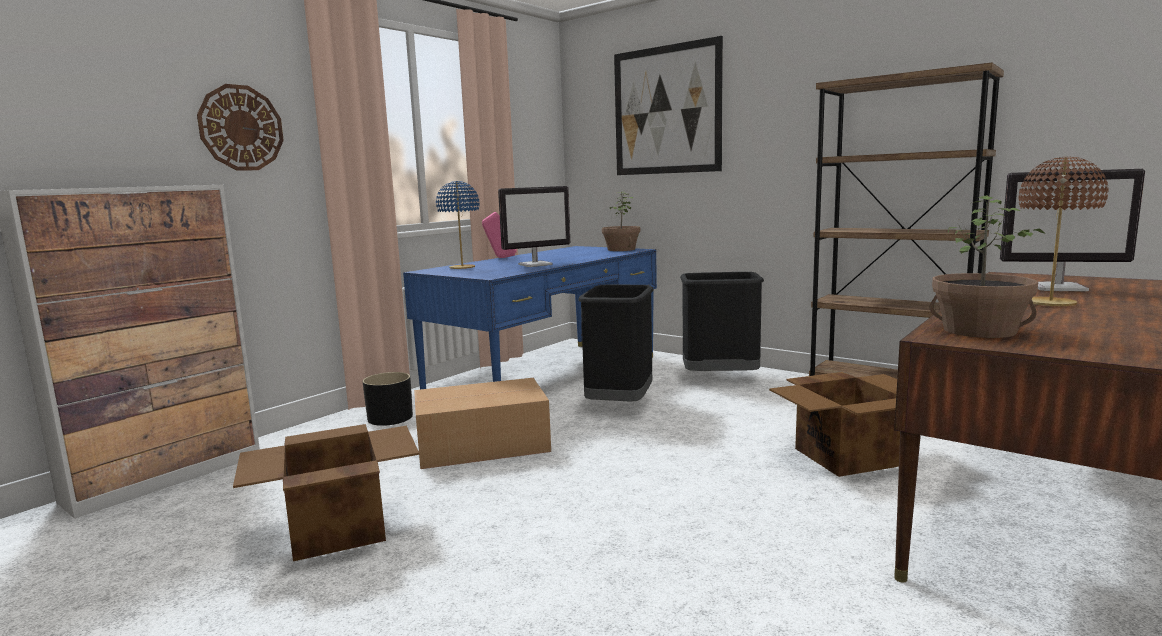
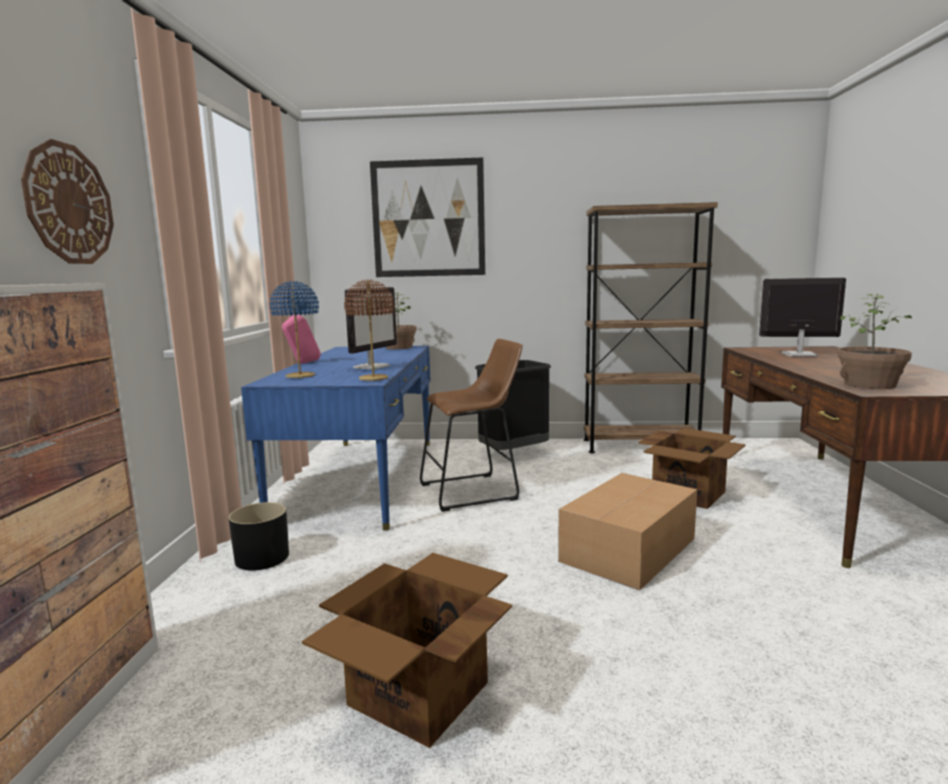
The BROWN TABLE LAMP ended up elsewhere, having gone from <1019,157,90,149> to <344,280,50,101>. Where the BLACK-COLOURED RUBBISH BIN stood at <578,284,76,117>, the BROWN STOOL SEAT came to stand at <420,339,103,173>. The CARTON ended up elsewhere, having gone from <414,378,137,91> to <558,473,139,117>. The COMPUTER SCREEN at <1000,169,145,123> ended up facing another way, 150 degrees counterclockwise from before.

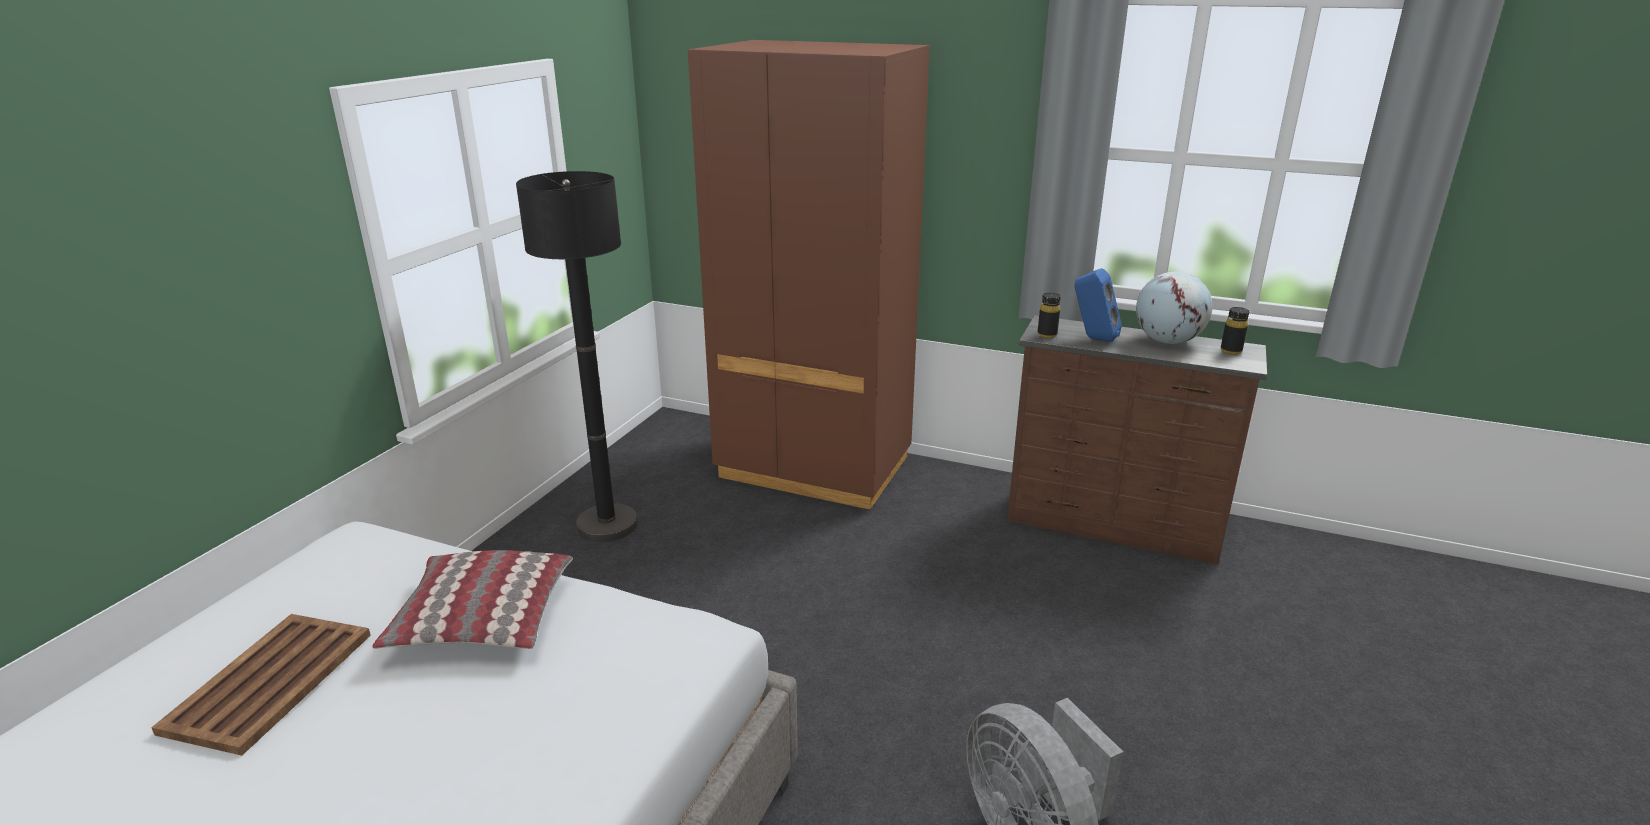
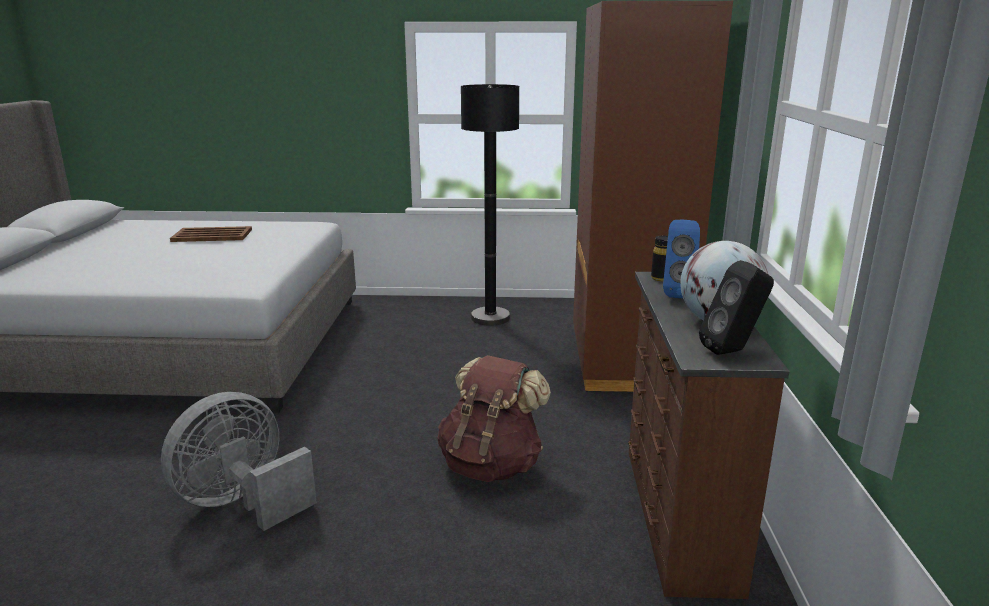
The second view gained the BROWN KNAPSACK at <437,355,114,127>. Where the BLACK-COLOURED BEVERAGE BOTTLE stood at <1221,307,28,48>, the BLACK-COLOURED LOUDSPEAKER came to stand at <699,260,75,95>. The second view lost the CUSHION at <372,550,201,99>.

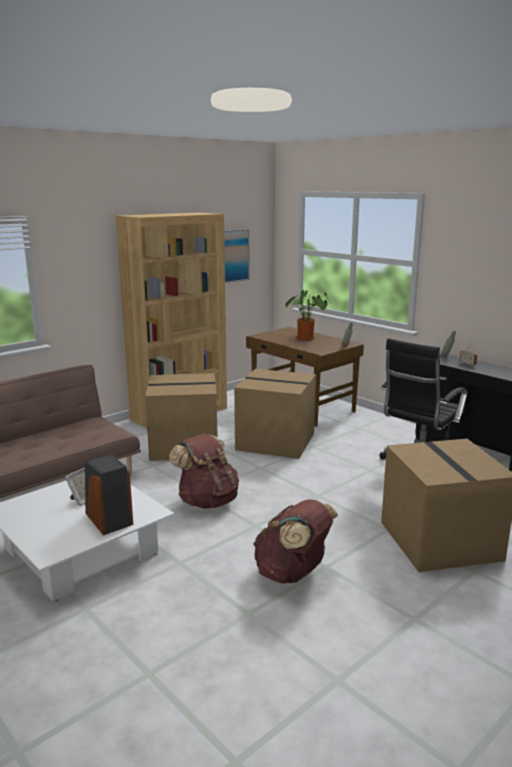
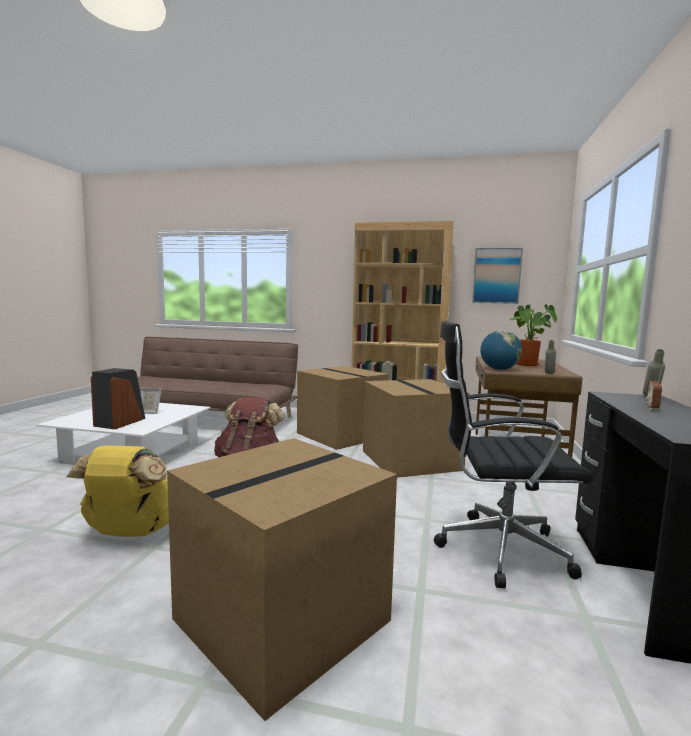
What was the BROWN KNAPSACK at <253,499,85,85> turned into the YELLOW KNAPSACK at <66,446,103,91>. The second view gained the GLOBE at <480,330,42,40>.

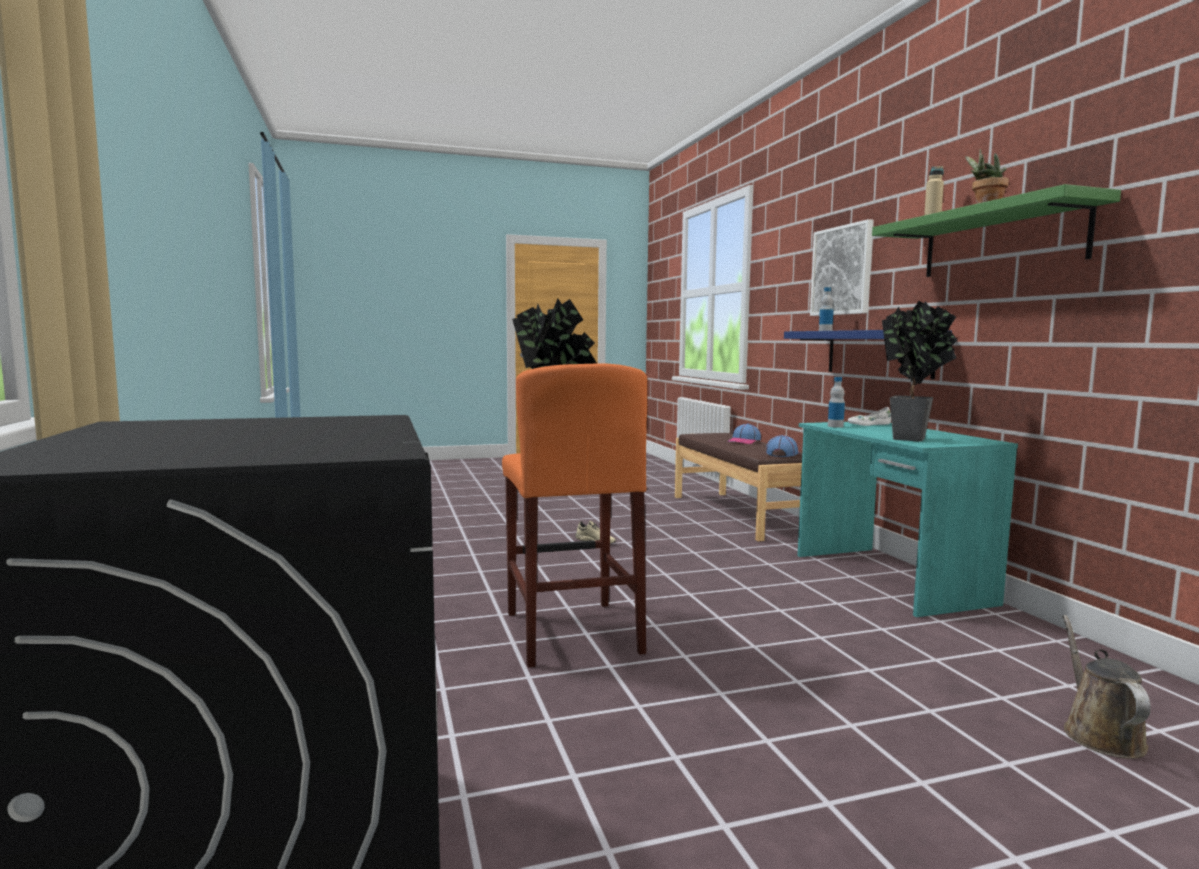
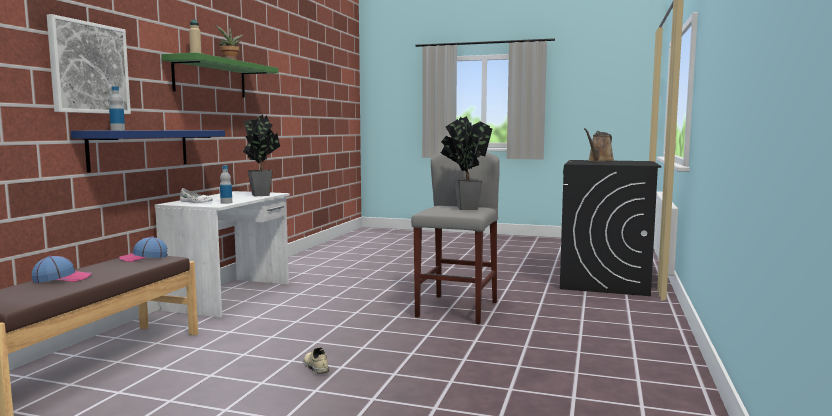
What was the BLUE-GREEN DESK UNIT at <797,422,221,195> turned into the WHITISH DESK UNIT at <155,191,135,126>. What was the ORANGE-COLOURED STOOL SEAT at <502,363,145,305> turned into the GRAY STOOL SEAT at <411,152,89,172>. The BROWN WATERING POT ended up elsewhere, having gone from <1062,615,89,144> to <584,128,30,34>.

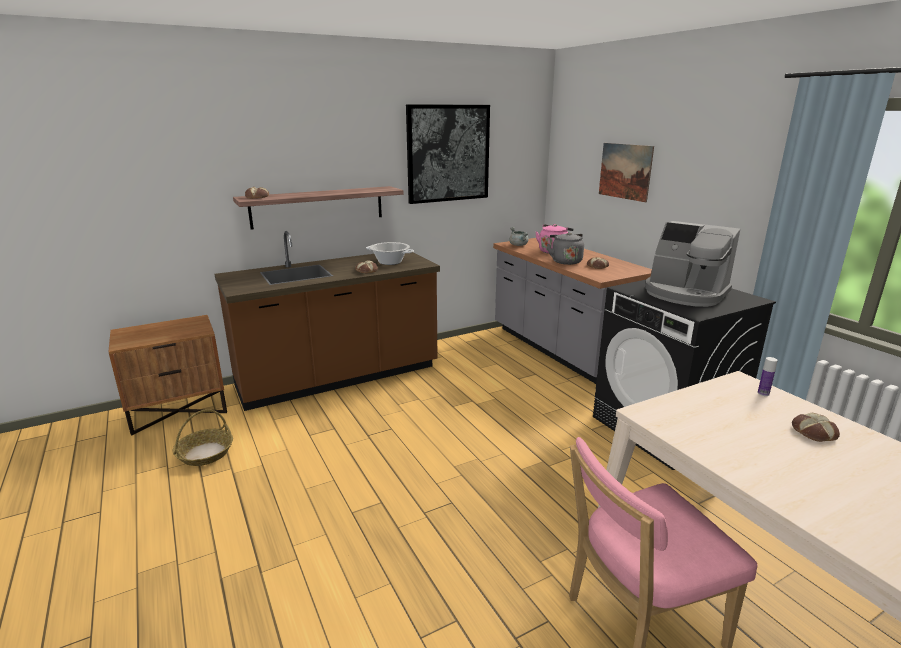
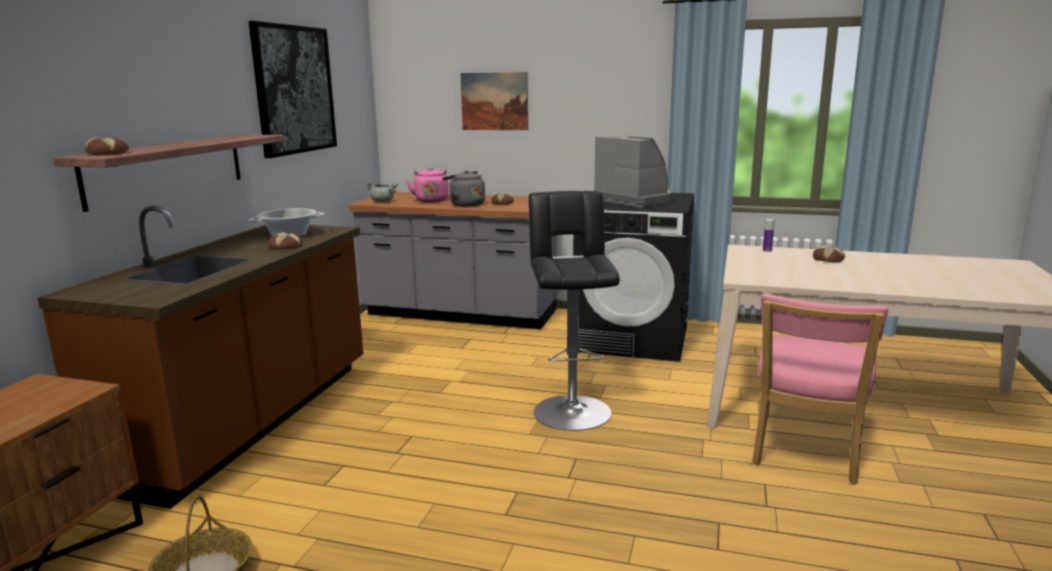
The second view gained the BLACK-COLOURED STOOL SEAT at <529,191,91,240>. The COFFEE MAKER at <645,221,95,86> ended up facing another way, 120 degrees counterclockwise from before.

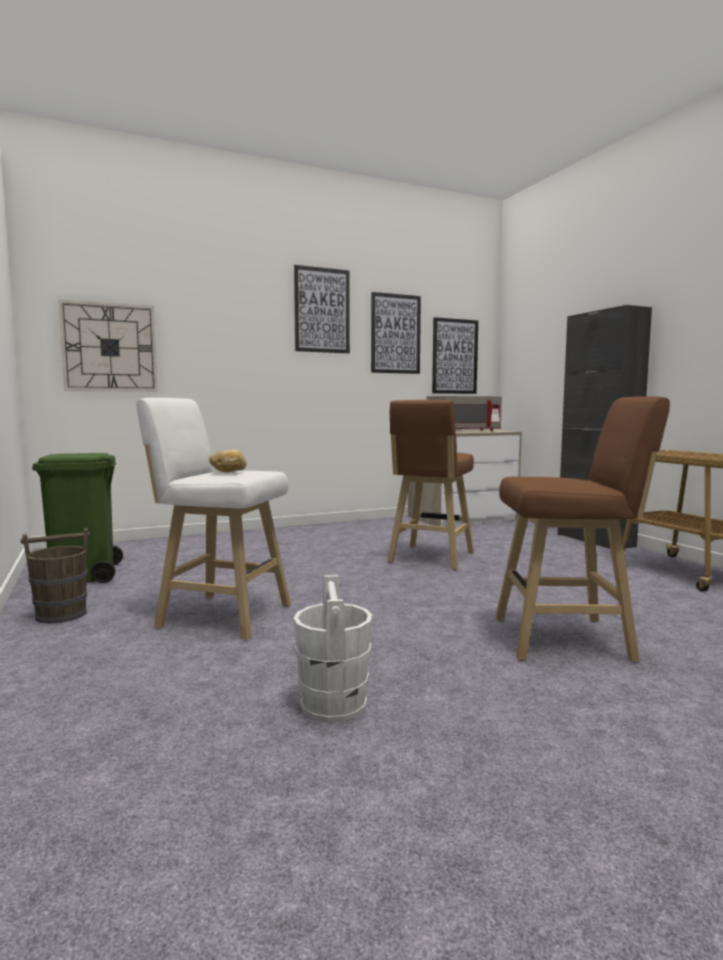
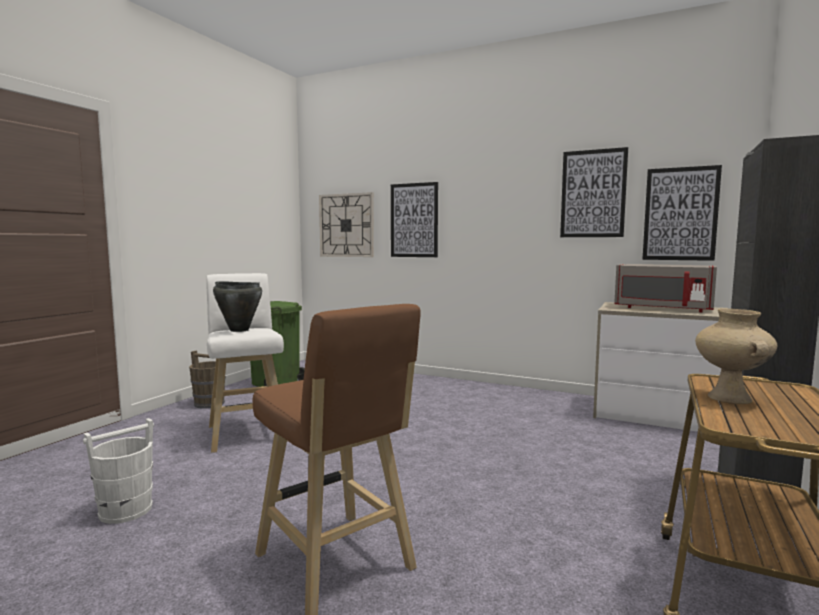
Where the BAKED BREAD stood at <209,449,38,23>, the BLACK-COLOURED SAUCEPOT came to stand at <213,281,49,51>. The WALL ART ended up elsewhere, having gone from <294,265,56,88> to <391,182,47,75>. The second view gained the BEIGE VASE at <695,308,82,96>. The second view lost the BROWN STOOL SEAT at <387,400,87,170>.

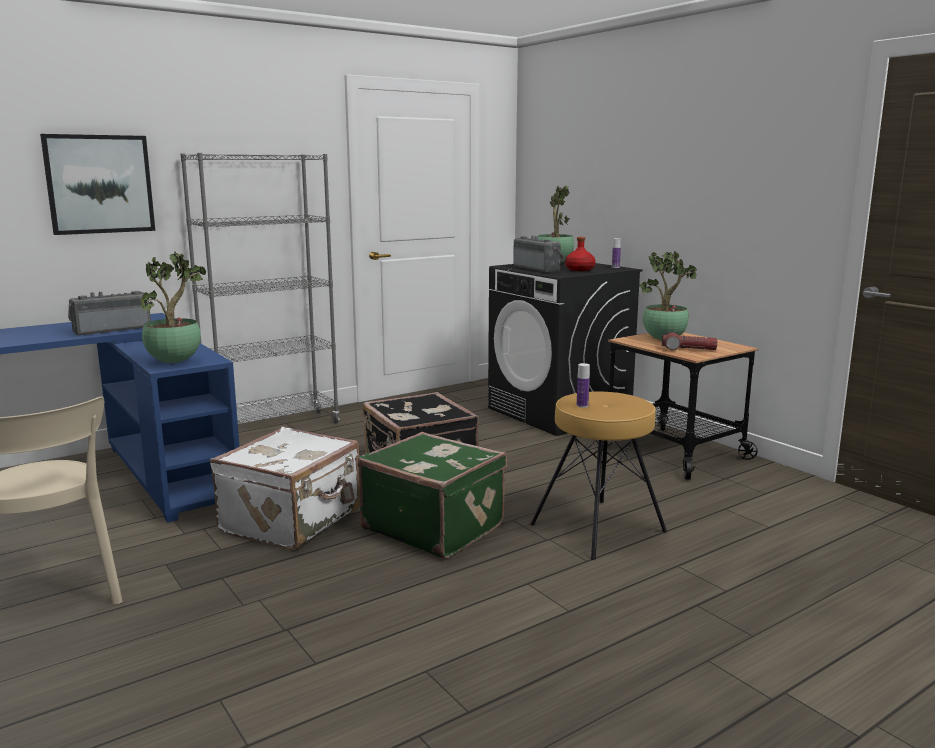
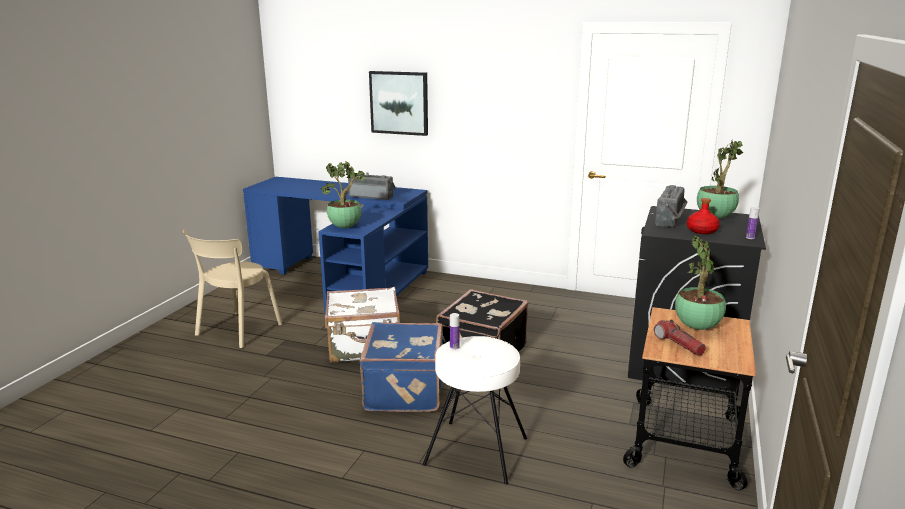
What was the GREEN-COLOURED PIECE OF LUGGAGE at <358,432,149,126> turned into the BLUE PIECE OF LUGGAGE at <359,322,87,90>. What was the BROWN STOOL SEAT at <530,391,137,169> turned into the WHITISH STOOL SEAT at <423,336,104,149>. The second view lost the GRAY BOOKCASE at <181,153,159,271>.

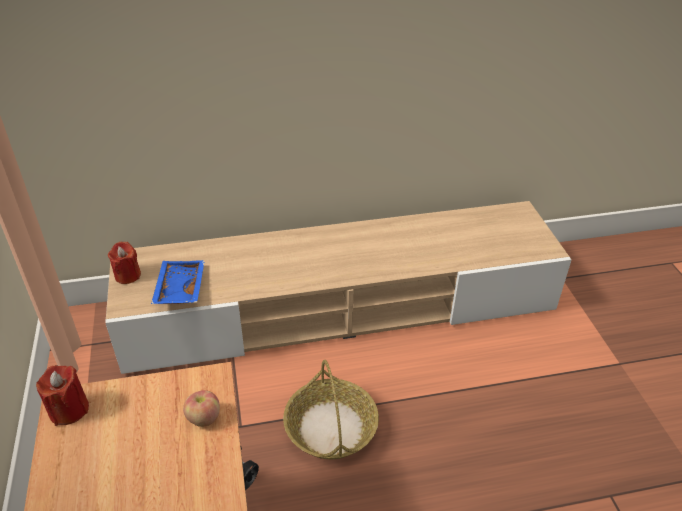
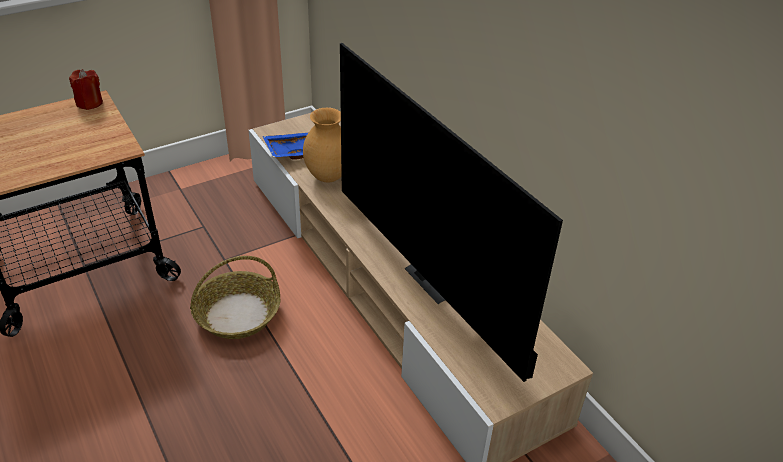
The second view gained the BROWN VASE at <303,108,39,74>. The second view gained the TV SET at <340,43,223,339>. The second view lost the RED-COLOURED WAX CANDLE at <108,242,33,42>. The second view lost the WHOLE APPLE at <183,390,37,37>.

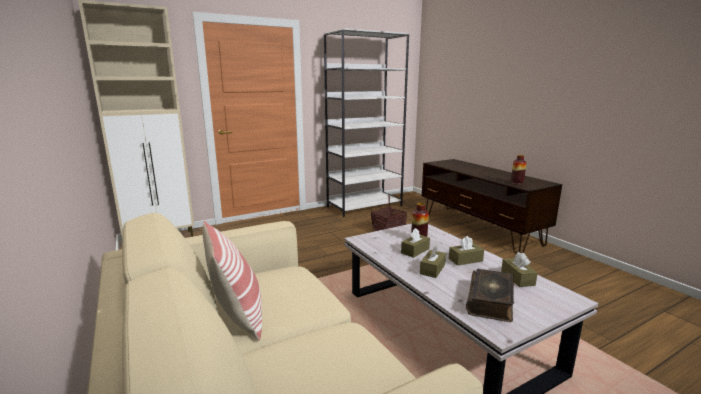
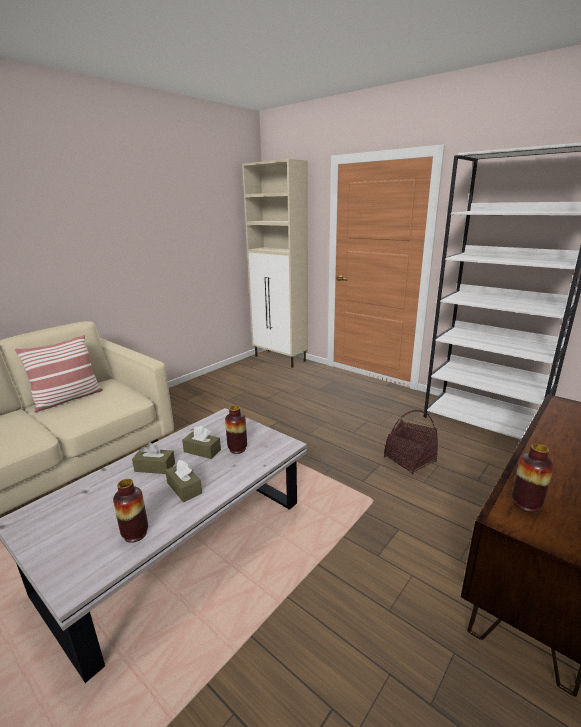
Where the BROWN TISSUE BOX stood at <501,252,37,35>, the VASE came to stand at <113,479,35,64>. The second view lost the BOOK at <466,269,48,53>.

